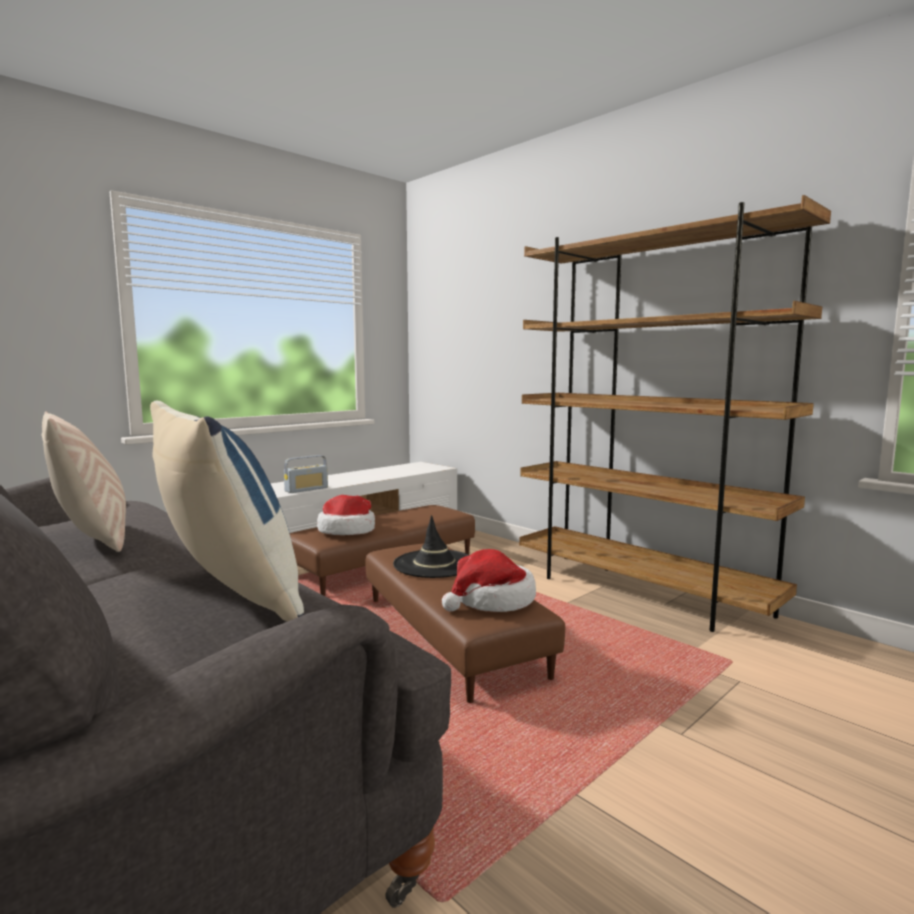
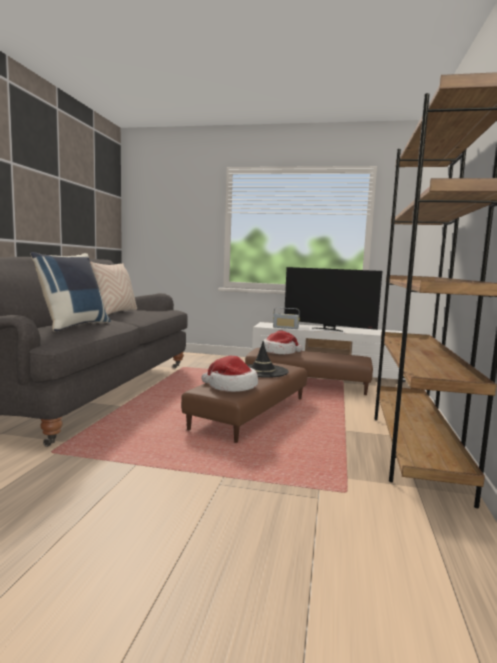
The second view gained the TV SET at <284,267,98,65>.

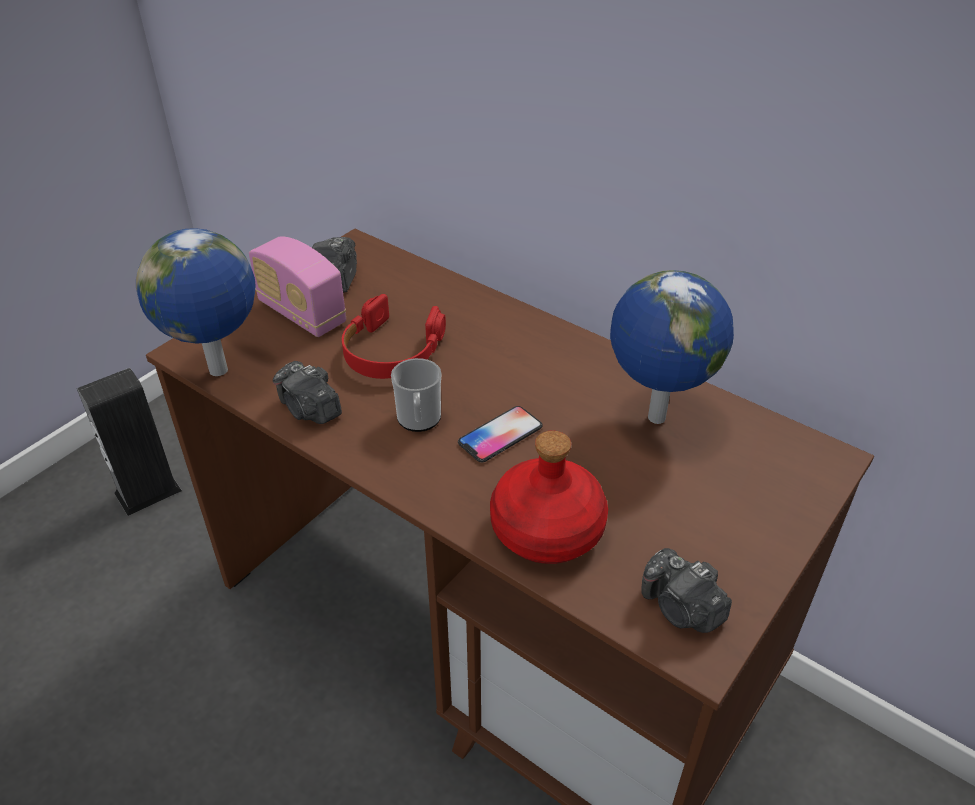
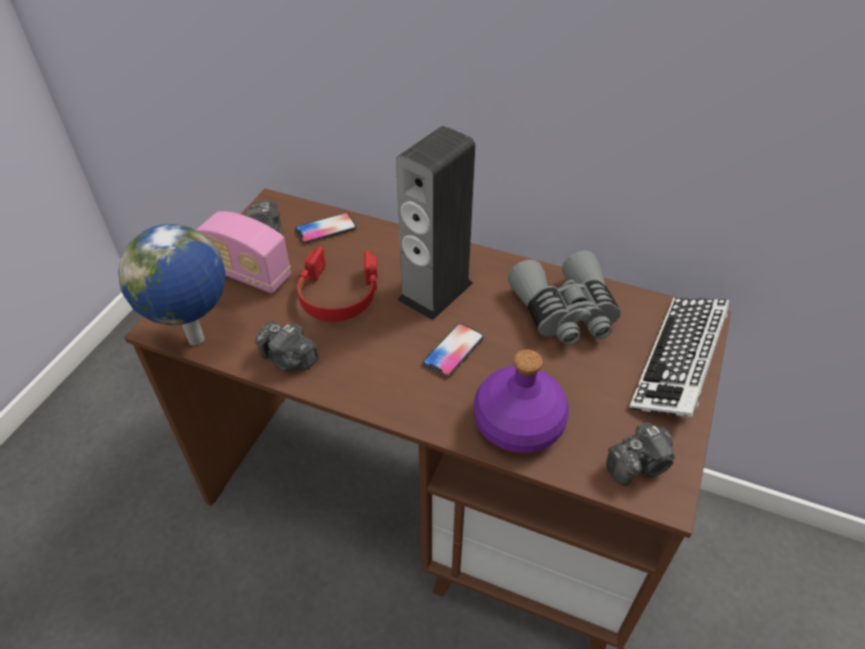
The second view gained the TELEPHONE at <295,213,62,31>. The LOUDSPEAKER ended up elsewhere, having gone from <77,368,105,148> to <396,126,79,195>. What was the RED-COLOURED BEVERAGE BOTTLE at <490,431,118,133> turned into the PURPLE BEVERAGE BOTTLE at <474,349,95,104>. Where the GLOBE stood at <610,270,124,154>, the GRAY PAIR OF BINOCULARS came to stand at <508,251,113,94>. The STILL CAMERA at <641,548,91,85> ended up facing another way, 60 degrees counterclockwise from before. The second view gained the COMPUTER KEYBOARD at <629,298,101,119>. The second view lost the MUG at <391,358,51,74>.

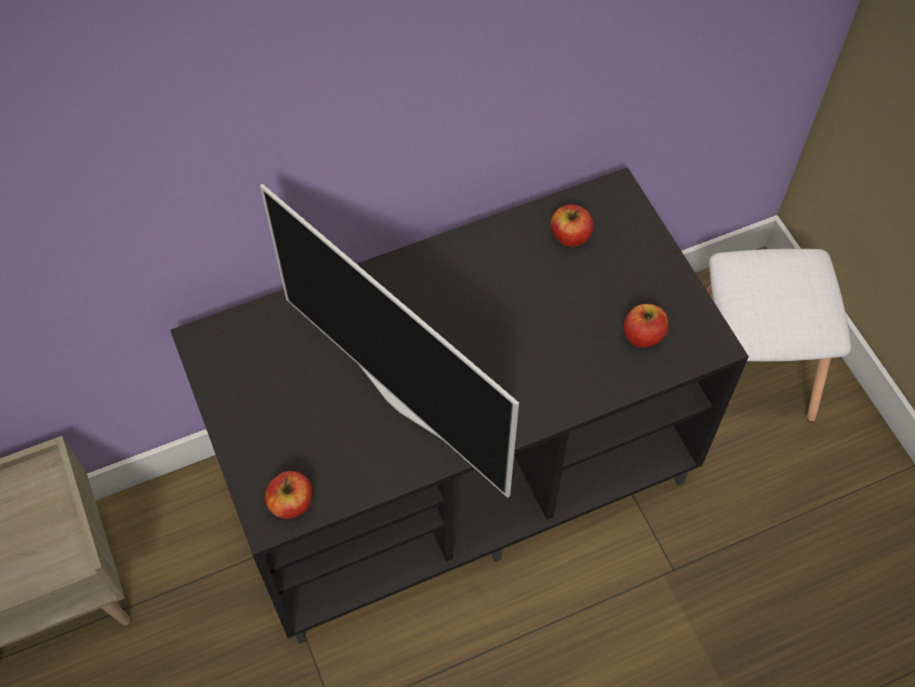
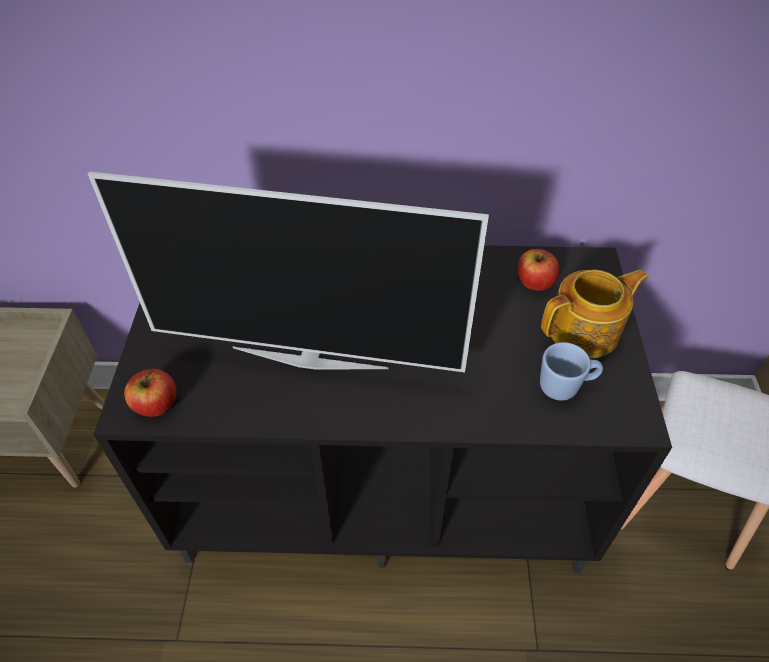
The TV SET at <260,184,259,314> ended up facing another way, 60 degrees counterclockwise from before. Where the WHOLE APPLE stood at <624,304,44,44>, the BLUE MUG came to stand at <540,342,63,59>. The second view gained the TEAPOT at <541,270,107,88>.

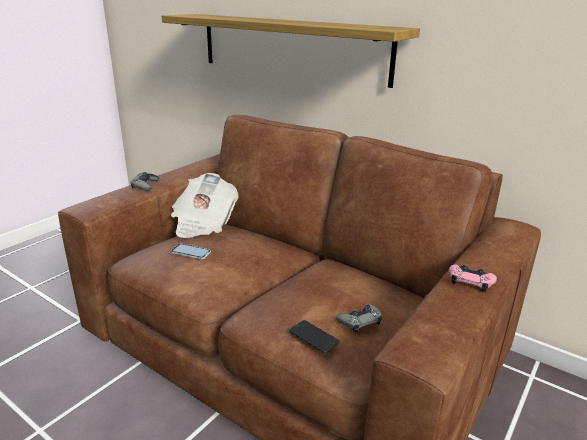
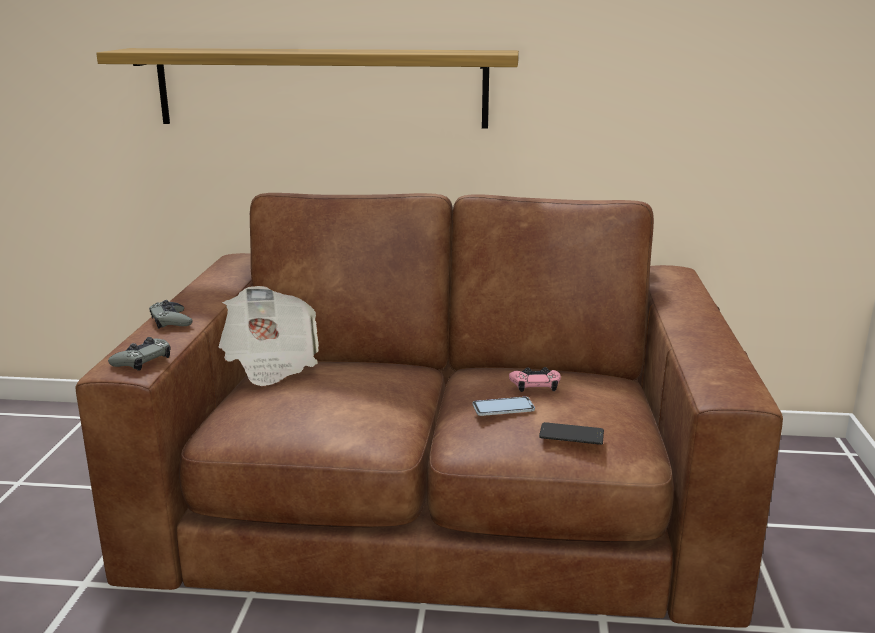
The GRAY JOYPAD ended up elsewhere, having gone from <336,304,46,29> to <108,337,62,34>. The TELEPHONE ended up elsewhere, having gone from <171,244,40,15> to <472,397,63,19>. The PINK-COLOURED JOYPAD ended up elsewhere, having gone from <449,264,48,28> to <509,367,52,25>.

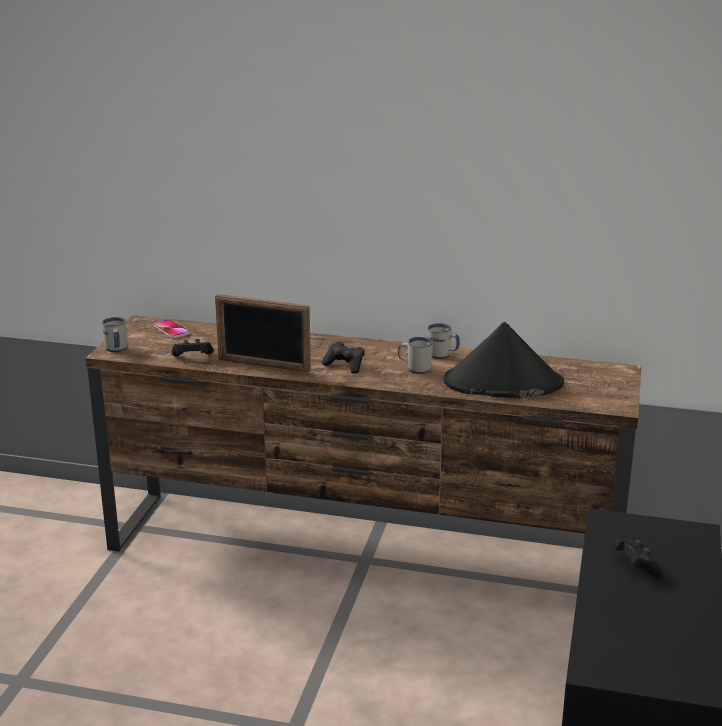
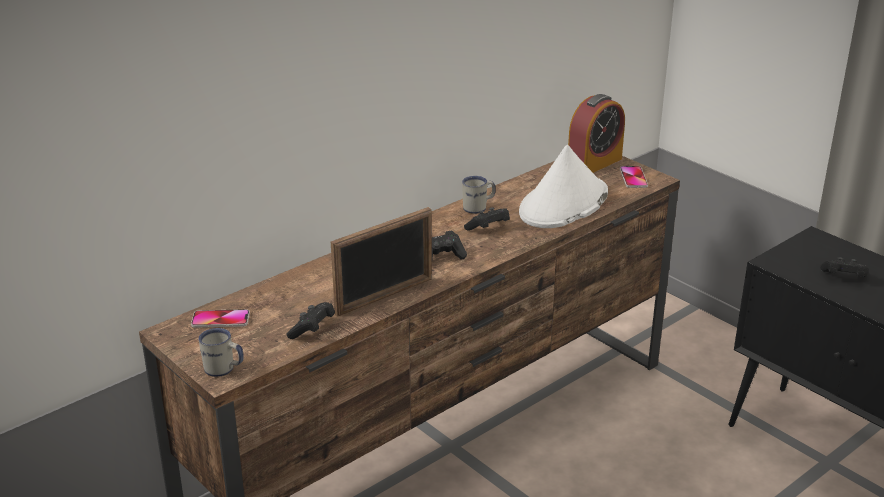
Where the WHITISH MUG stood at <398,337,35,37>, the BLACK-COLOURED JOYPAD came to stand at <464,207,46,24>. What was the BLACK-COLOURED HAT at <443,322,121,76> turned into the WHITISH HAT at <519,145,89,83>. The second view gained the BEDSIDE CLOCK at <568,94,57,79>. The second view gained the TELEPHONE at <620,166,28,22>.

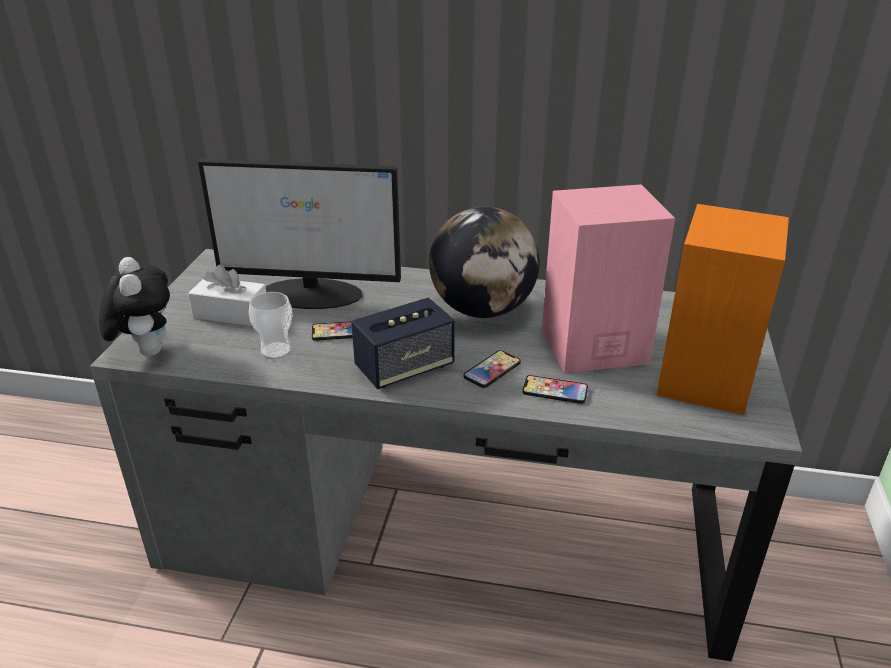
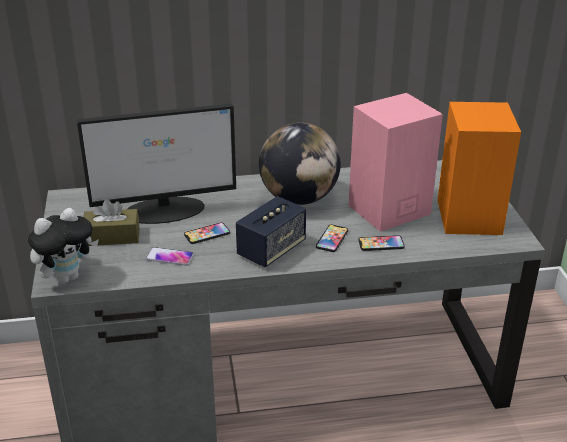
The SOFT TOY at <99,257,71,99> ended up facing another way, 90 degrees clockwise from before. What was the WHITISH TISSUE BOX at <188,264,78,62> turned into the BROWN TISSUE BOX at <83,199,57,47>. Where the DRINKING CUP stood at <249,292,44,67>, the TELEPHONE came to stand at <145,247,49,19>.

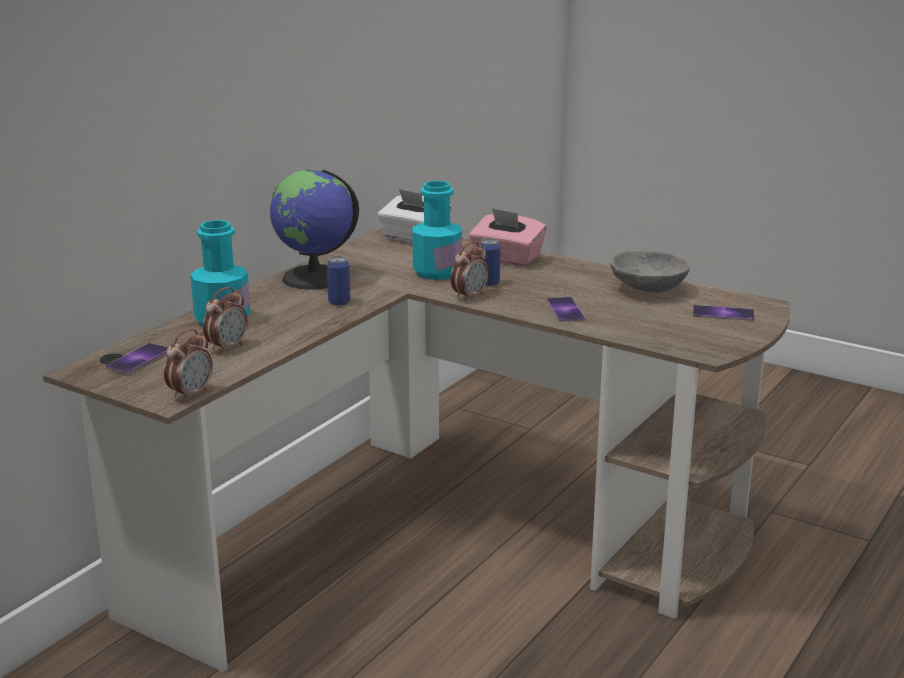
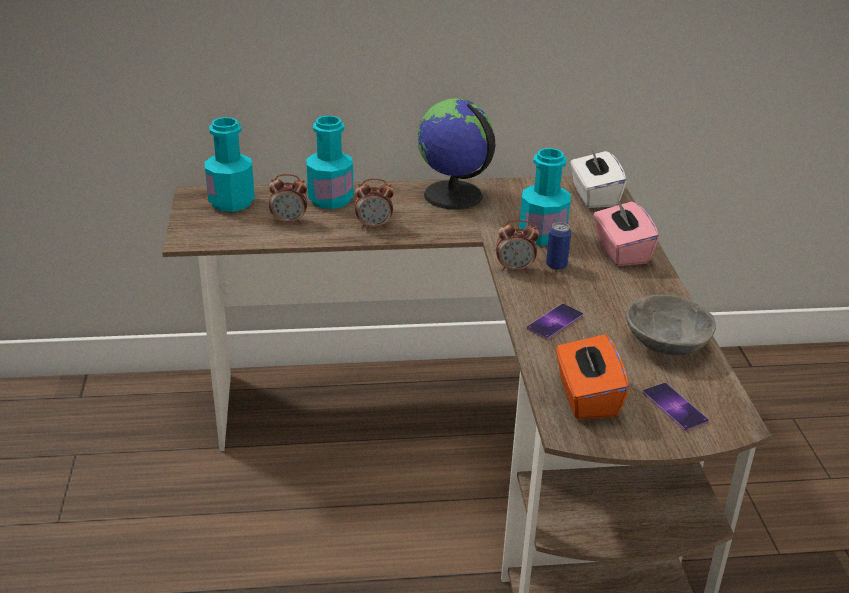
Where the TELEPHONE stood at <106,343,62,31>, the BLUE-GREEN BEVERAGE BOTTLE came to stand at <205,117,50,95>. The BEDSIDE CLOCK ended up elsewhere, having gone from <164,329,49,73> to <355,178,39,51>. The second view gained the ORANGE-COLOURED TISSUE BOX at <556,333,73,86>. The second view lost the CAN at <327,256,23,50>.

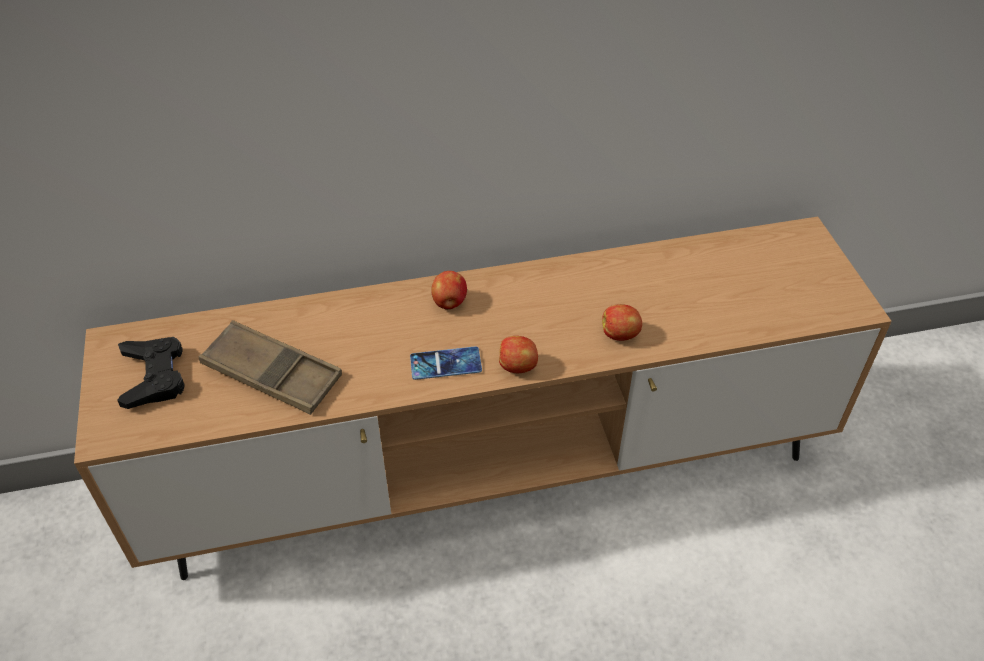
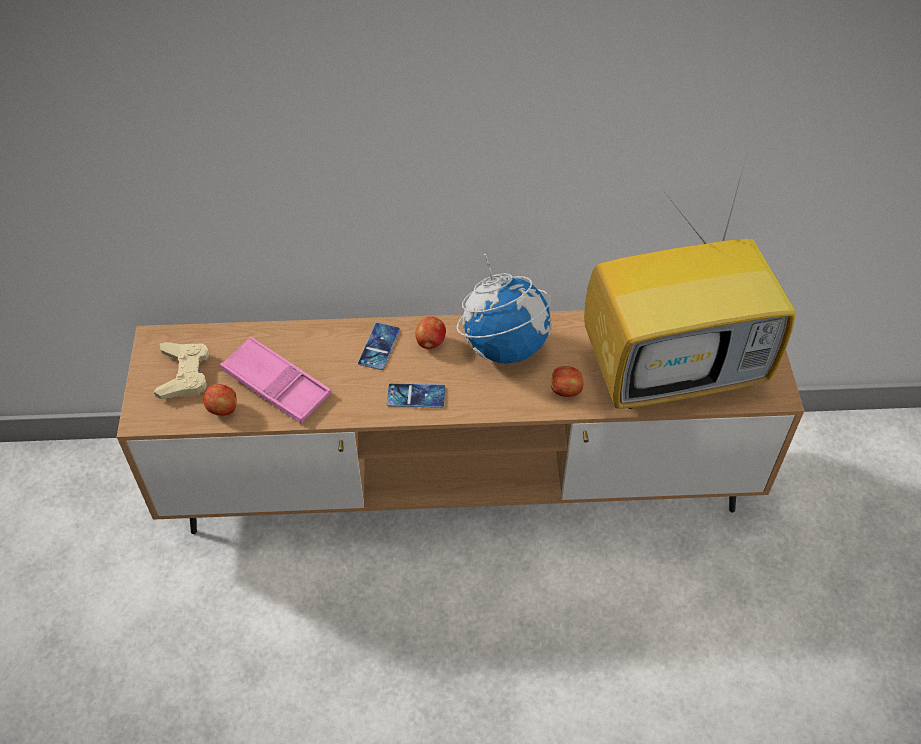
What was the BLACK-COLOURED JOYPAD at <117,337,68,72> turned into the BEIGE JOYPAD at <154,342,55,57>. The WHOLE APPLE ended up elsewhere, having gone from <499,336,39,37> to <204,384,33,32>. What was the BROWN SERVING TRAY at <199,320,143,95> turned into the PINK-COLOURED SERVING TRAY at <220,336,111,88>. The second view gained the TELEPHONE at <358,323,42,47>. The second view gained the GLOBE at <457,254,95,110>. The second view gained the TV SET at <584,162,212,247>.

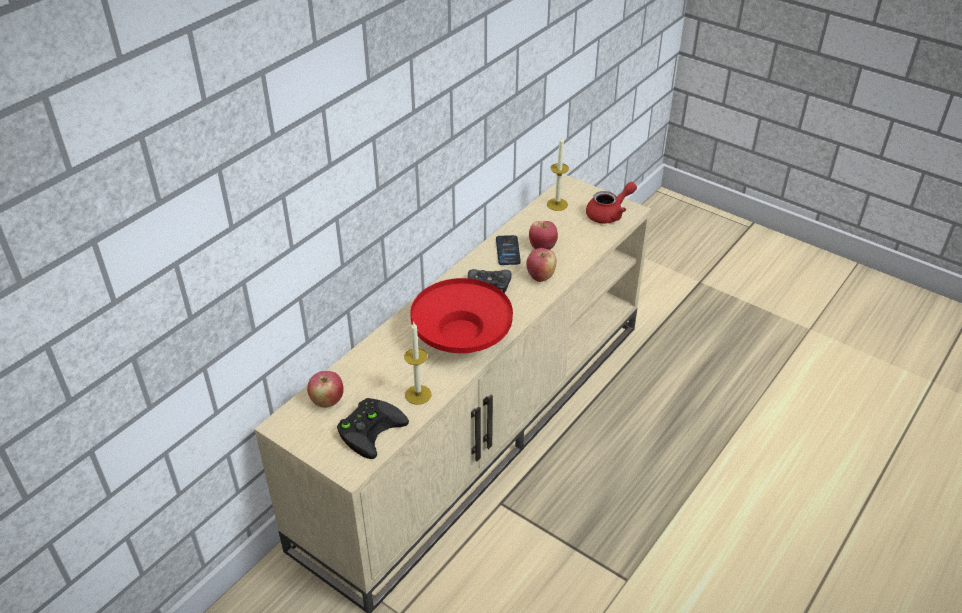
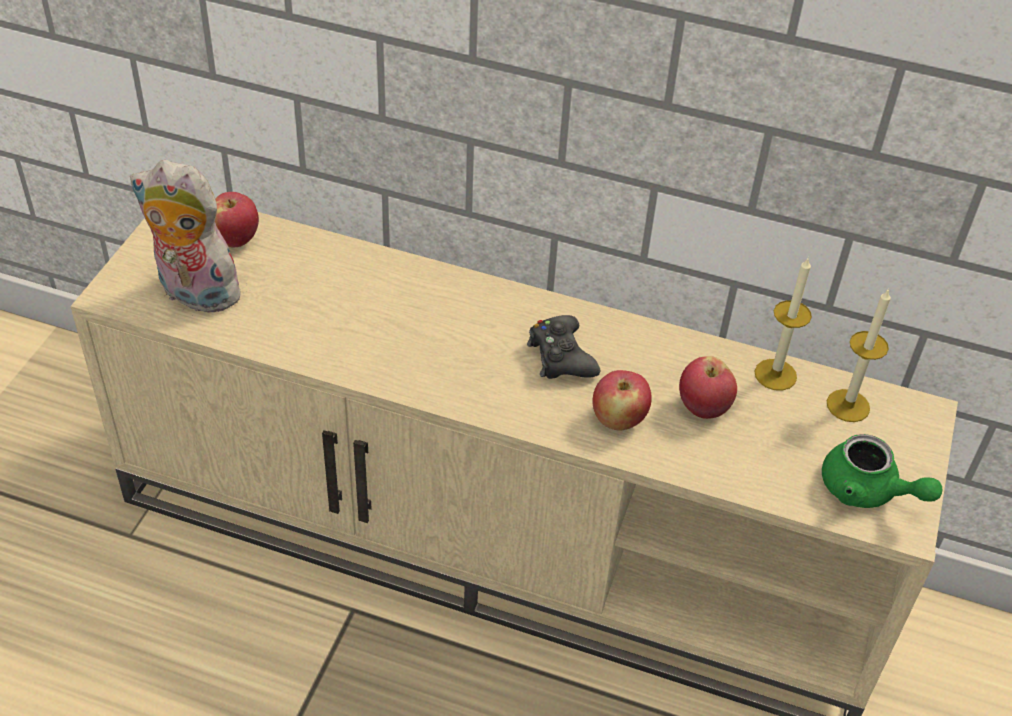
Where the BLACK-COLOURED JOYPAD stood at <337,398,72,61>, the SOFT TOY came to stand at <130,160,120,153>. The WAX CANDLE ended up elsewhere, having gone from <404,322,27,83> to <755,257,57,134>. What was the RED-COLOURED TEAPOT at <586,182,51,42> turned into the GREEN-COLOURED TEAPOT at <822,434,120,74>. The second view lost the RED-COLOURED SERVING BOWL at <410,278,103,75>. The second view lost the TELEPHONE at <496,235,25,30>.

